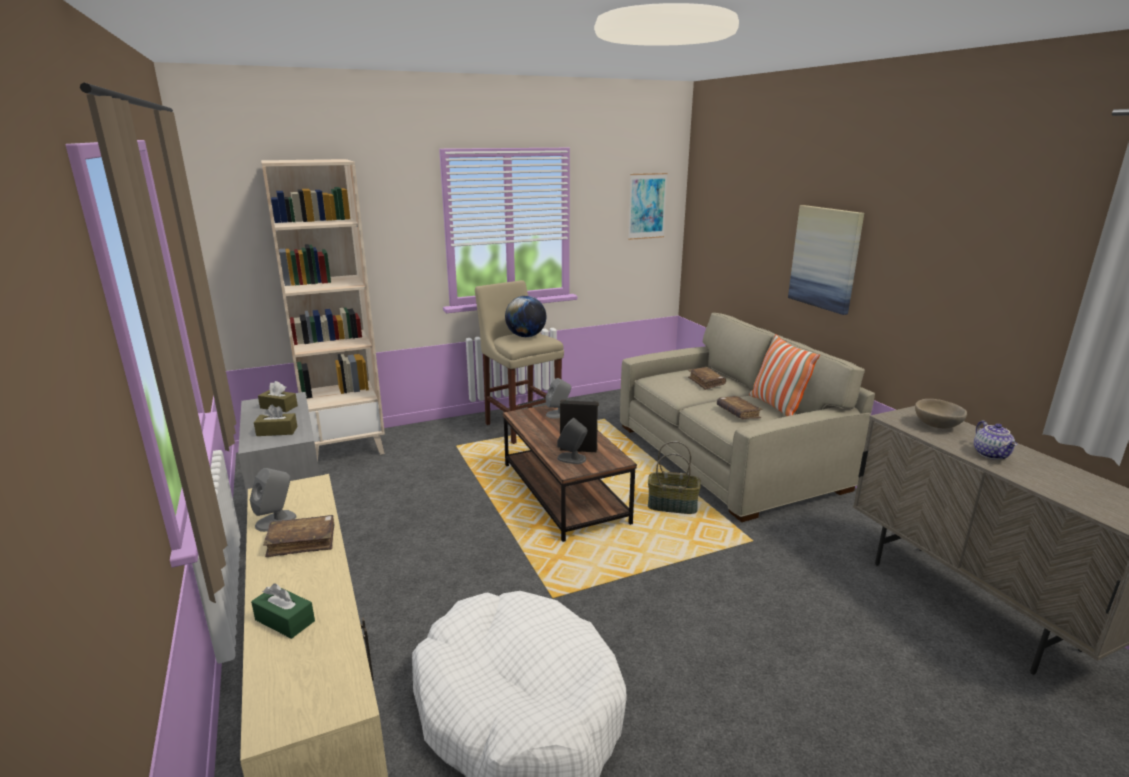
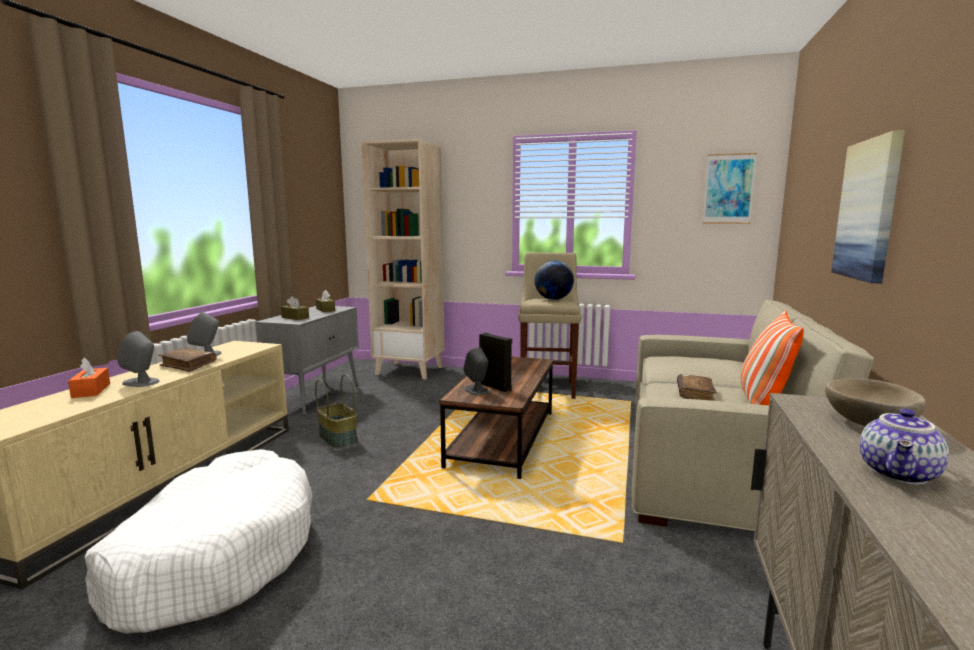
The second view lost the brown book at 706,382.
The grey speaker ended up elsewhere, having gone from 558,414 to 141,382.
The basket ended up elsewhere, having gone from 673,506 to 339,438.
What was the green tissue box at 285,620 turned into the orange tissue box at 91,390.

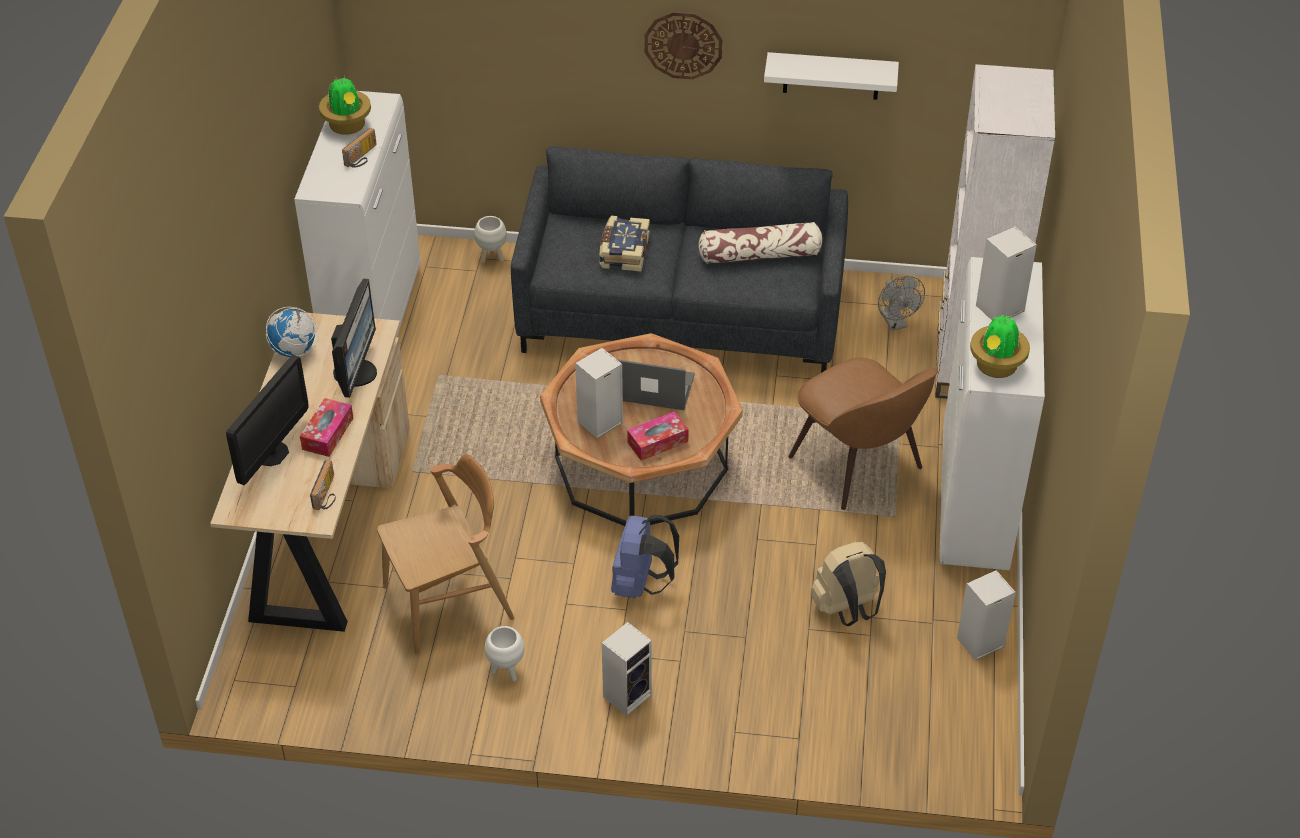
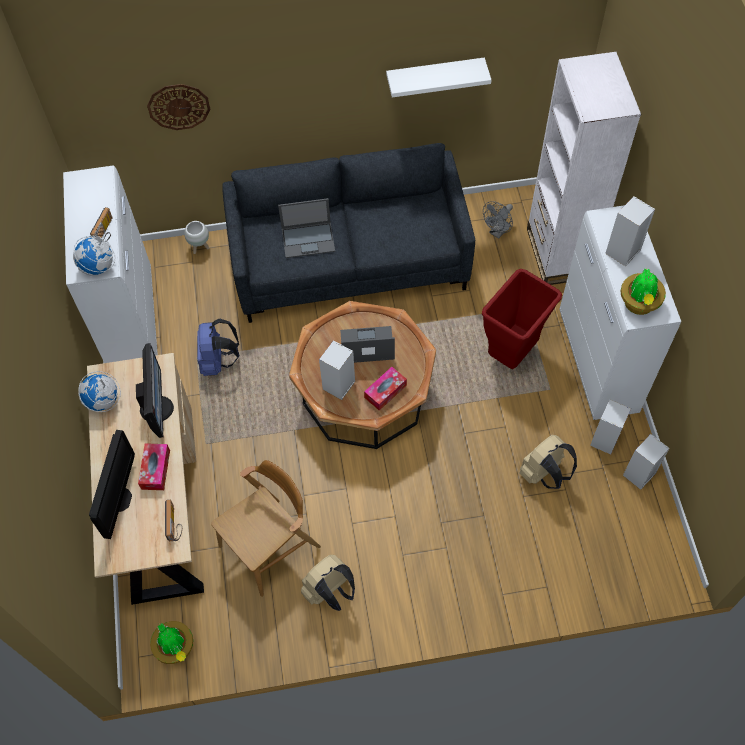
The second view lost the pillow at 760,255.
The second view gained the globe at 98,267.
The potted plant ended up elsewhere, having gone from 348,126 to 176,648.
The speaker ended up elsewhere, having gone from 628,694 to 604,439.
The blue backpack ended up elsewhere, having gone from 641,584 to 218,361.
The wall clock ended up elsewhere, having gone from 683,45 to 178,106.
Where the white planter stood at 506,671, the beige backpack came to stand at 330,592.
Where the book stood at 623,252, the laptop came to stand at 309,239.
Where the brown chair stood at 858,466, the red trash can came to stand at 512,355.
The grey fan at 896,323 ended up facing another way, 75 degrees clockwise from before.

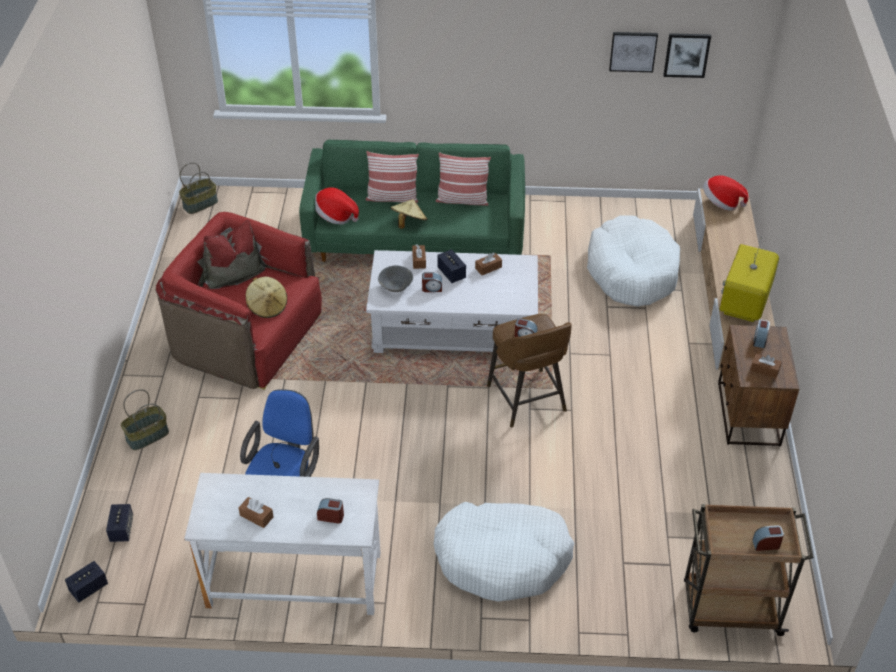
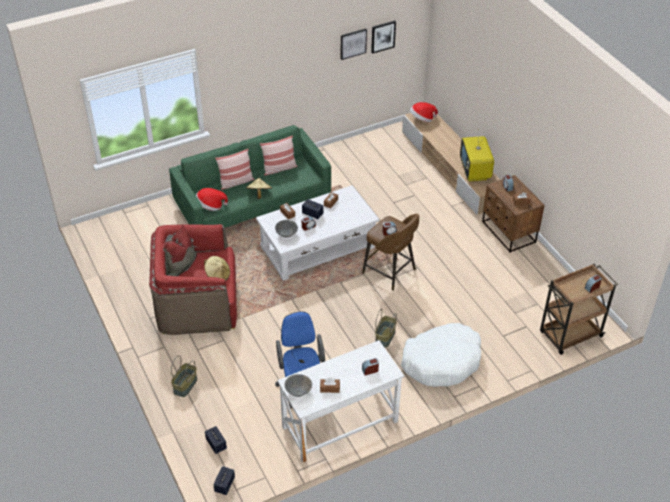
The second view lost the white dog bed at 632,271.
The second view gained the grey bowl at 298,391.
The basket ended up elsewhere, having gone from 200,204 to 384,336.

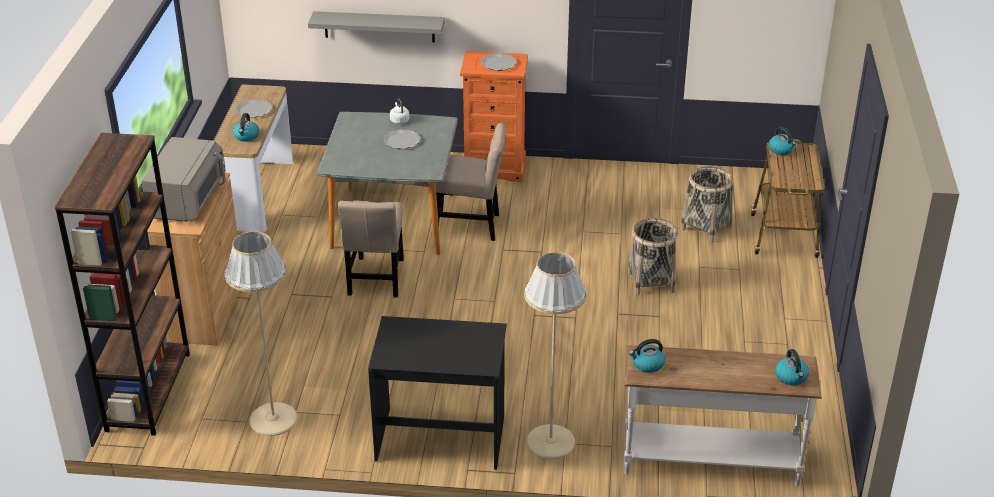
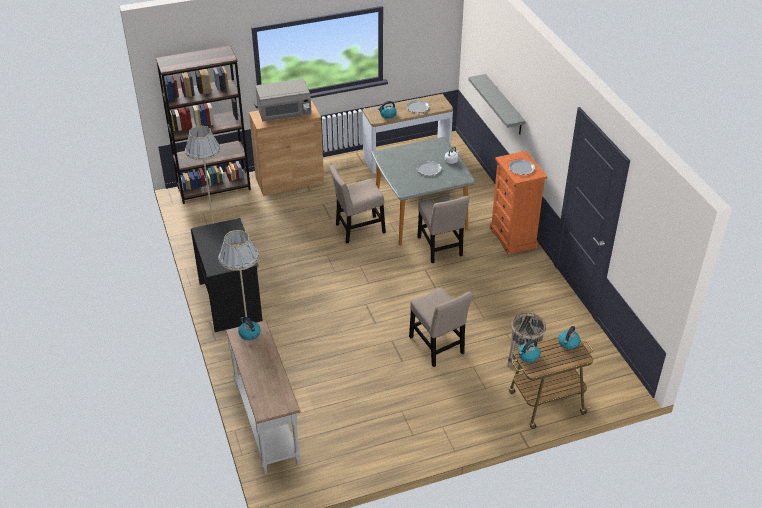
The kettle ended up elsewhere, having gone from 791,377 to 528,356.
Where the basket stood at 651,282, the beige chair came to stand at 437,347.

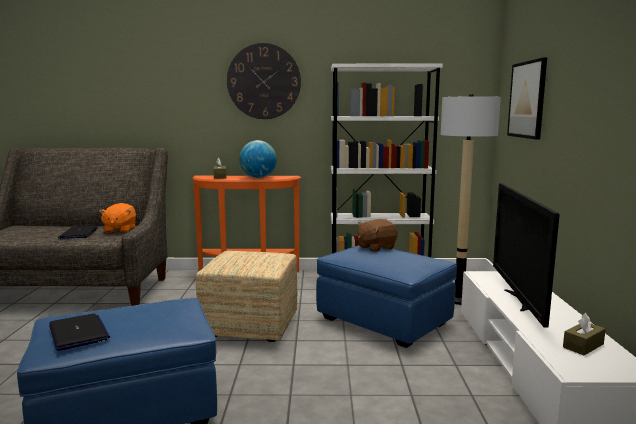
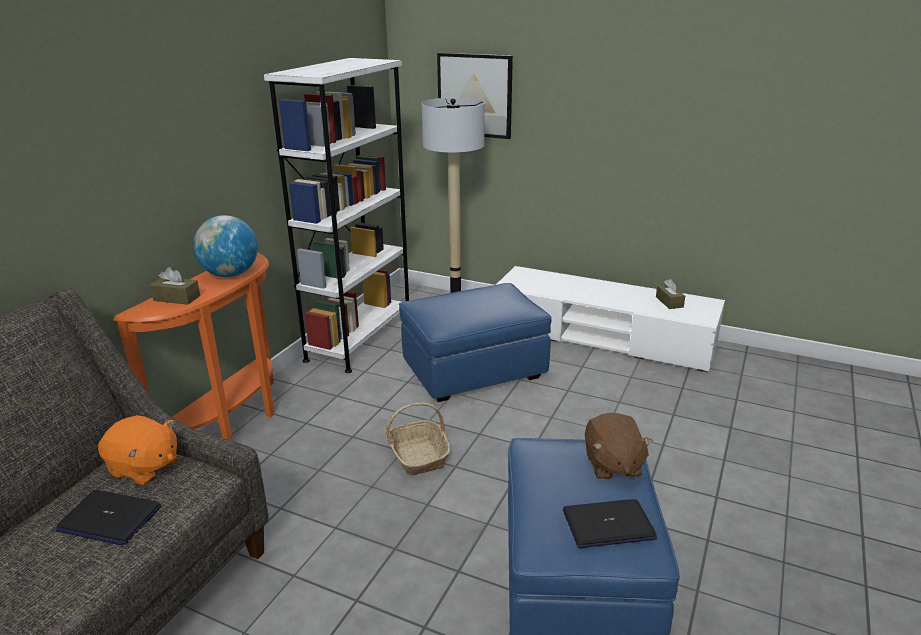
The second view lost the wall clock at 264,81.
The second view lost the television at 519,300.
The brown plush toy ended up elsewhere, having gone from 376,248 to 612,465.
Where the ottoman stood at 252,326, the basket came to stand at 418,455.

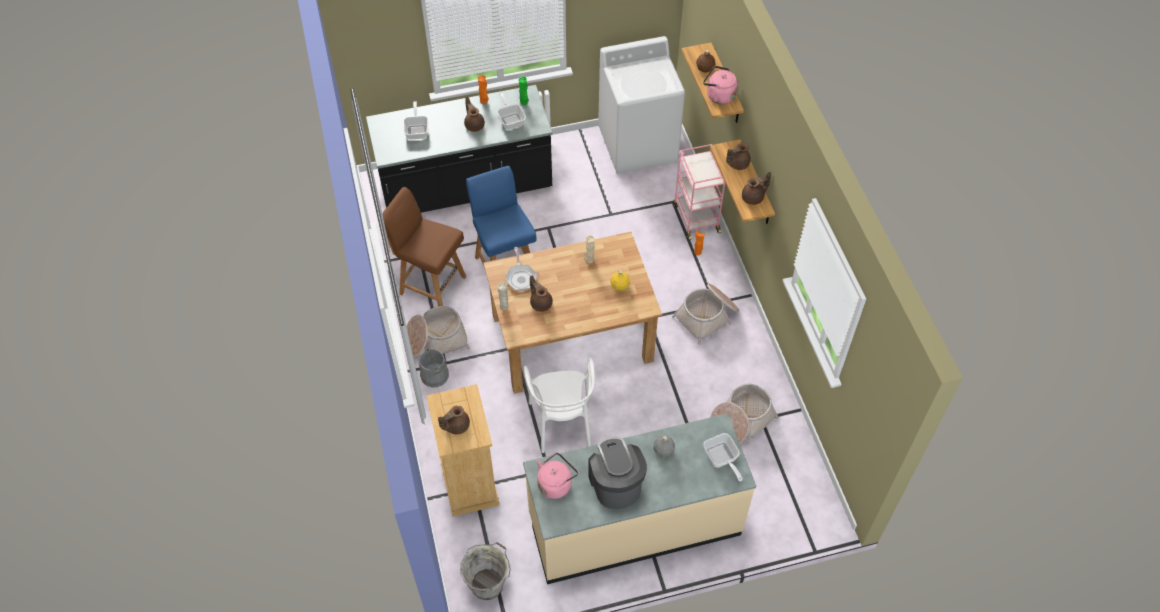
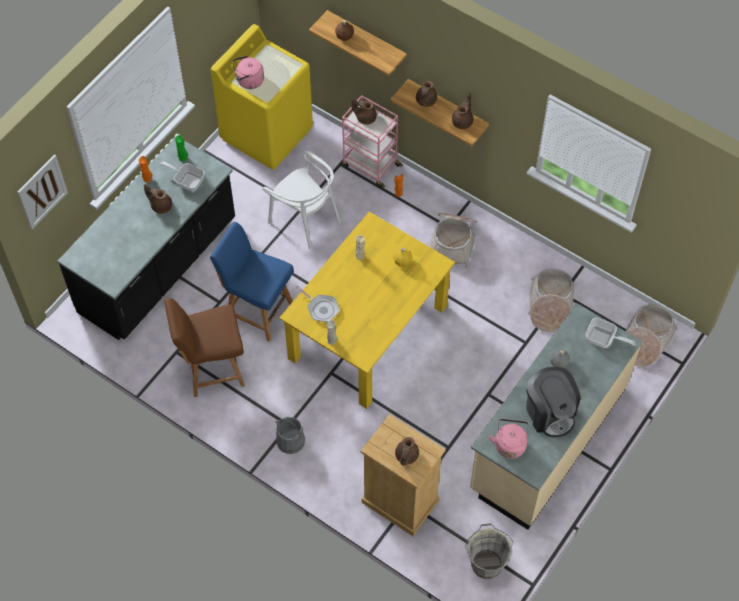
The second view lost the frying pan at 417,130.
The second view gained the picture at 42,191.
The basket ended up elsewhere, having gone from 435,340 to 645,340.
The white chair ended up elsewhere, having gone from 562,422 to 305,220.
The brown teapot ended up elsewhere, having gone from 540,303 to 365,117.
The pink kettle ended up elsewhere, having gone from 718,96 to 248,81.
What was the brown dining table at 572,337 turned into the yellow dining table at 368,331.
What was the white washing machine at 638,145 turned into the yellow washing machine at 267,133.
The coffee machine at 615,484 ended up facing another way, 150 degrees counterclockwise from before.

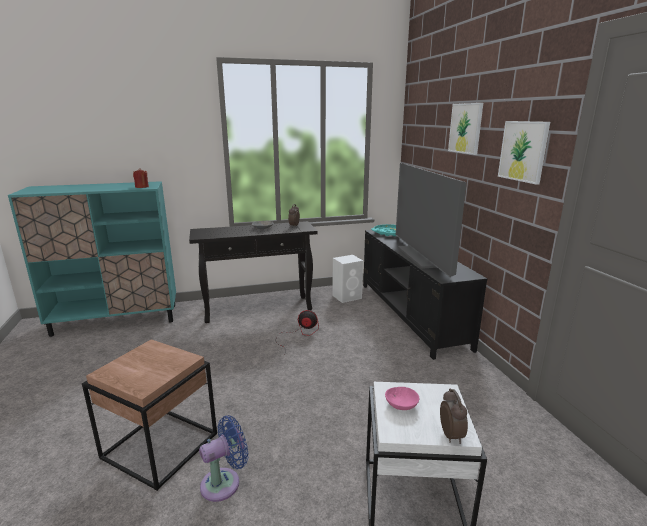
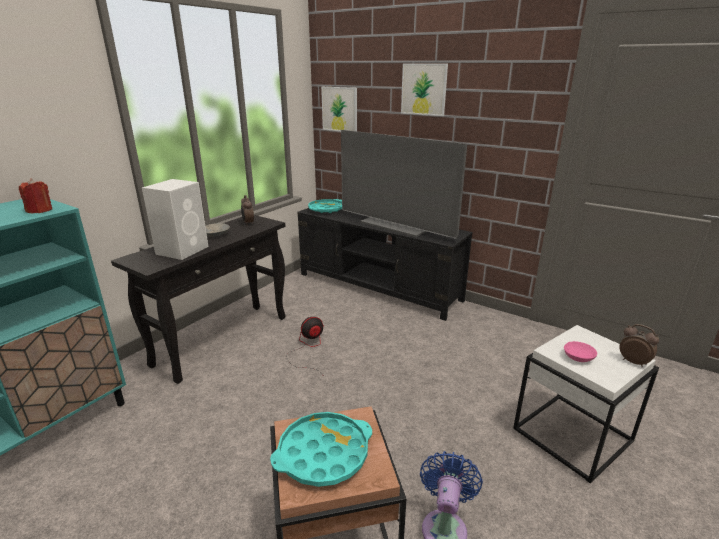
The second view gained the turquoise tray at 323,454.
The white speaker ended up elsewhere, having gone from 347,296 to 183,250.
The picture ended up elsewhere, having gone from 523,151 to 339,109.

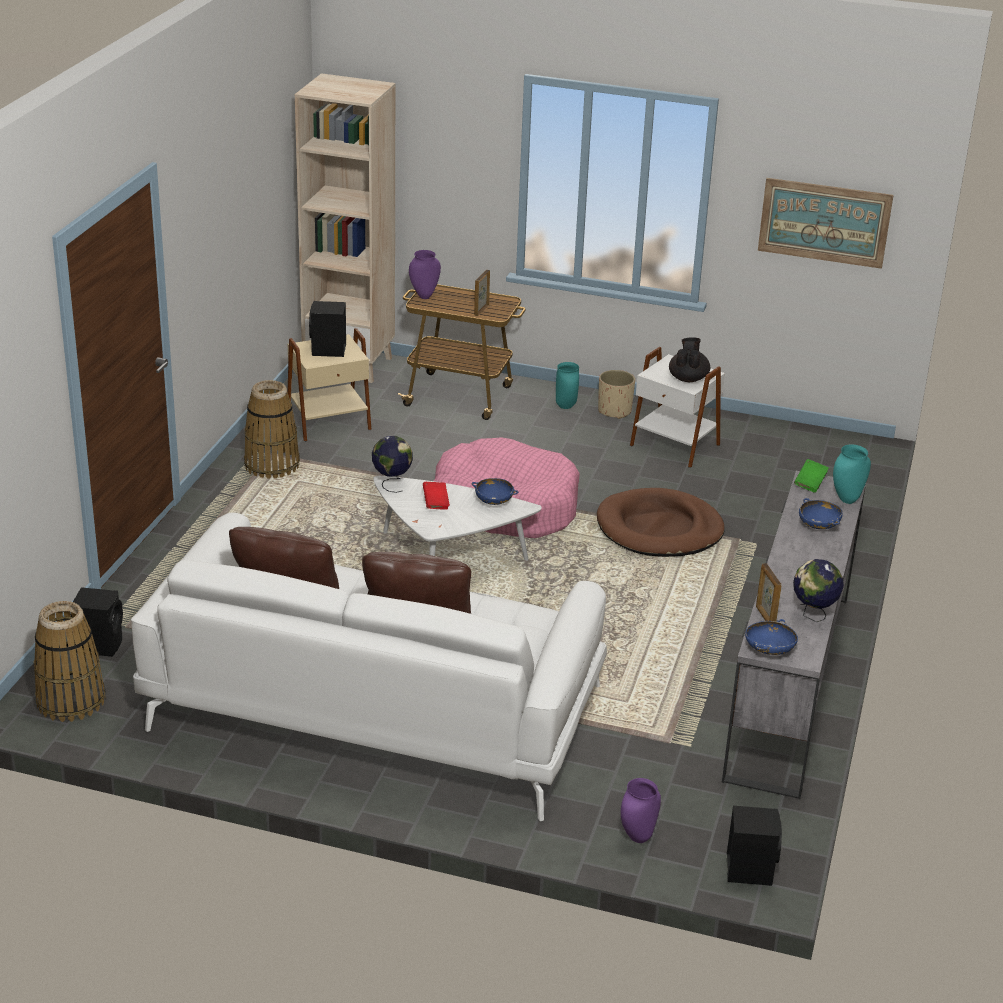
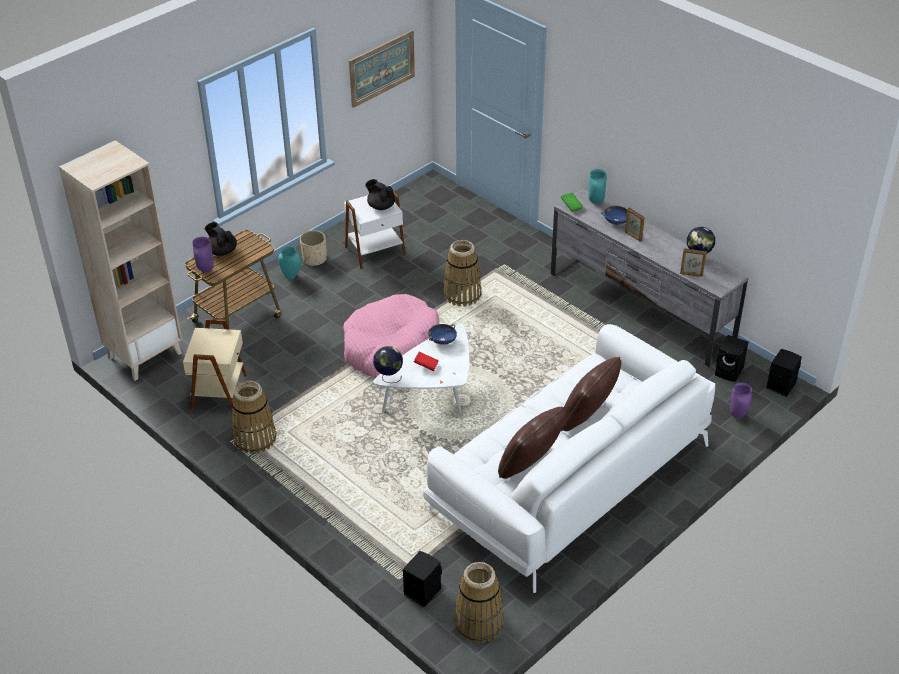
The second view lost the blue bowl at 769,650.
The second view gained the black teapot at 222,251.
The black speaker ended up elsewhere, having gone from 328,351 to 730,372.
The picture frame ended up elsewhere, having gone from 481,310 to 633,236.
Where the brown dog bed stood at 659,529, the basket came to stand at 462,294.

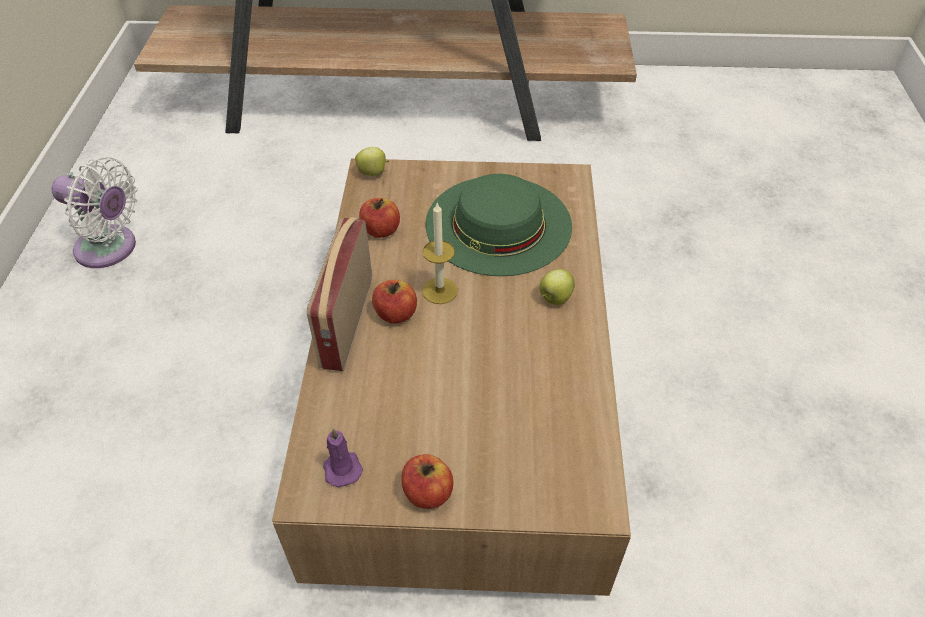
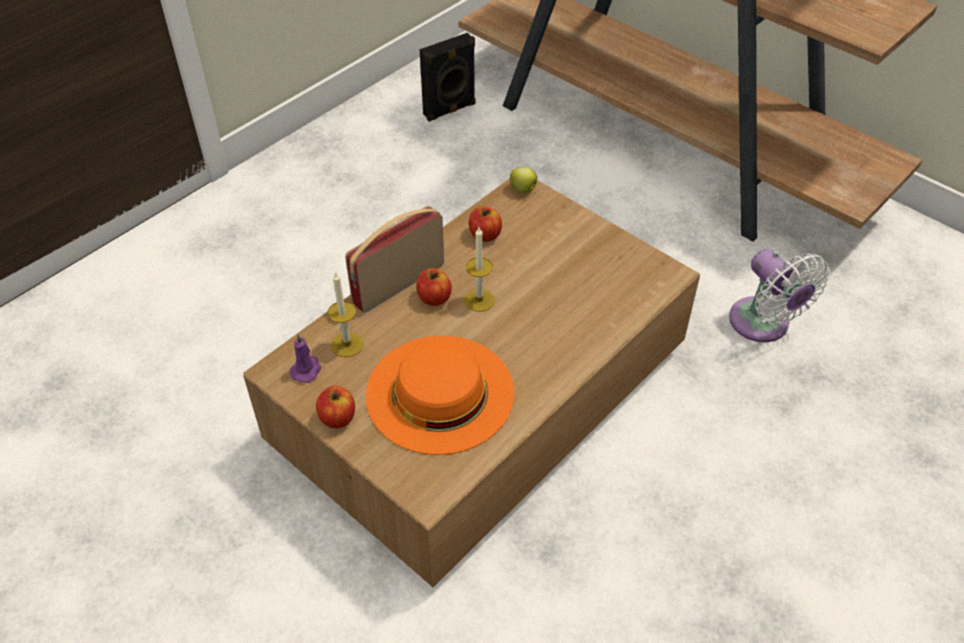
The second view lost the green hat at 498,224.
The second view lost the apple at 554,298.
The second view gained the candle at 347,344.
The second view gained the orange hat at 440,393.
The second view gained the black speaker at 450,110.
The white fan ended up elsewhere, having gone from 111,249 to 763,325.

